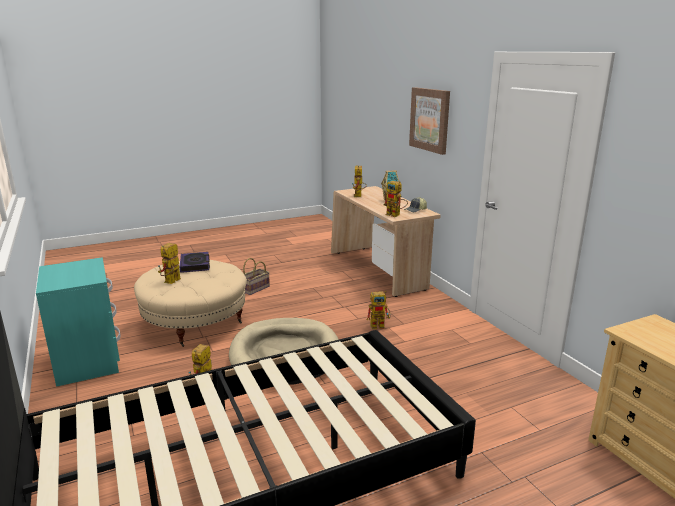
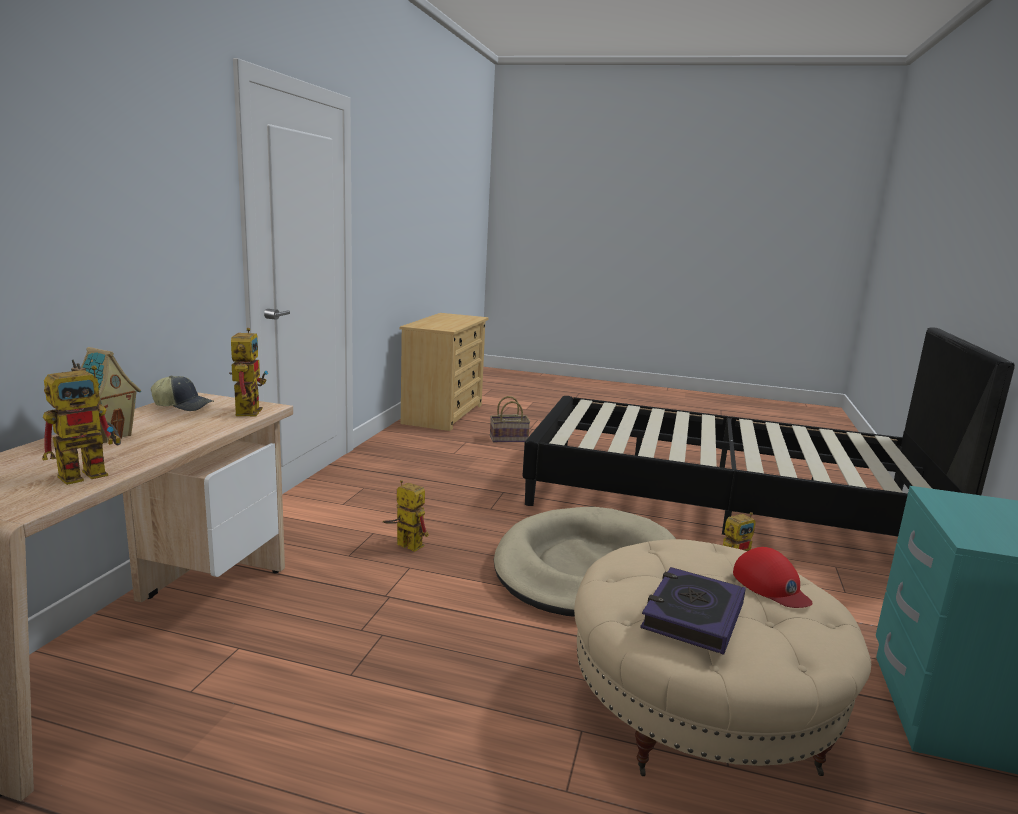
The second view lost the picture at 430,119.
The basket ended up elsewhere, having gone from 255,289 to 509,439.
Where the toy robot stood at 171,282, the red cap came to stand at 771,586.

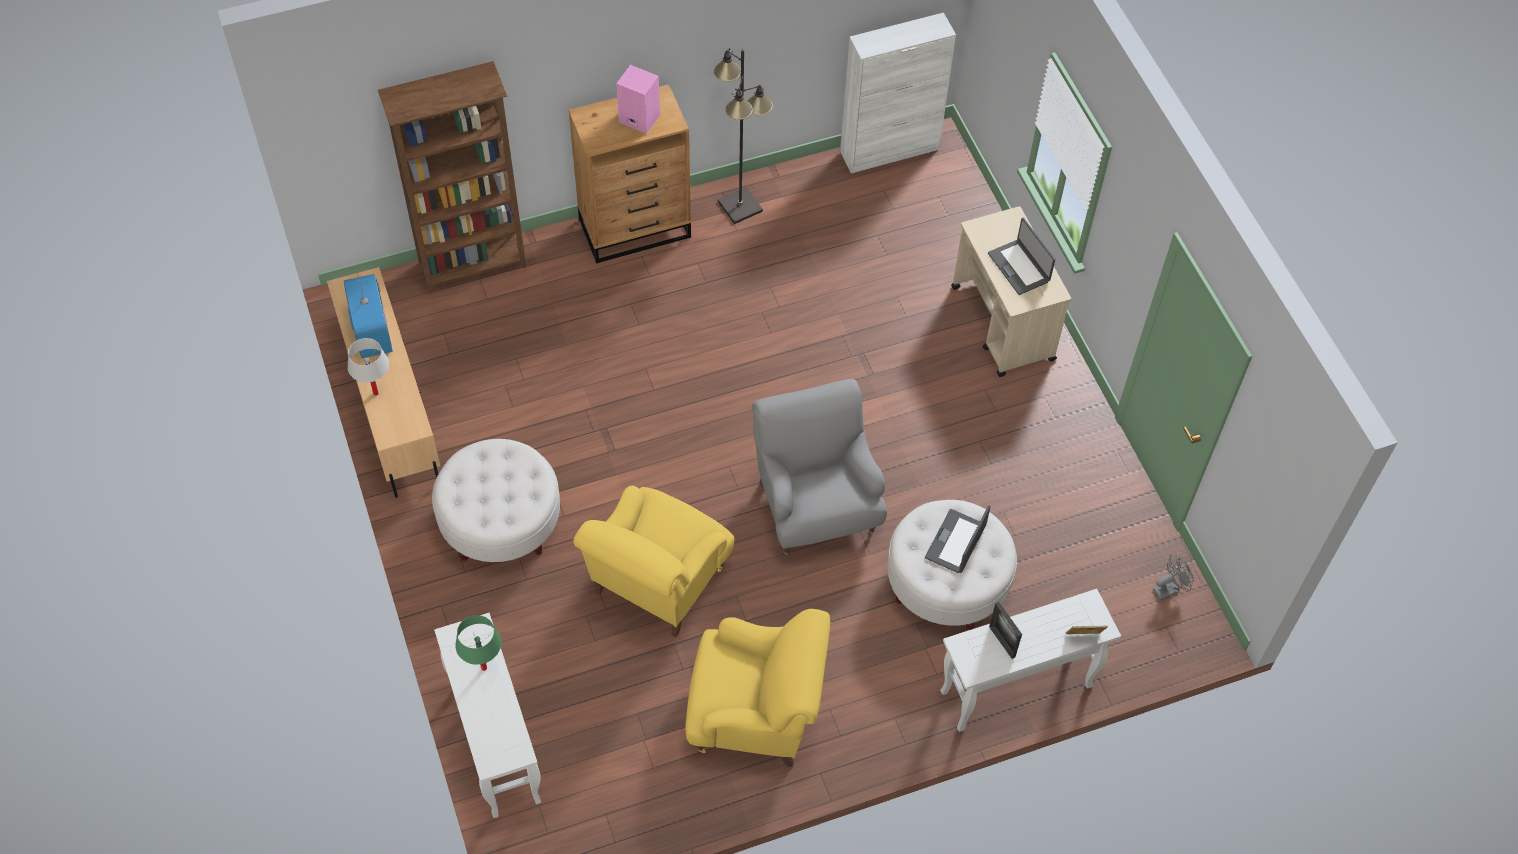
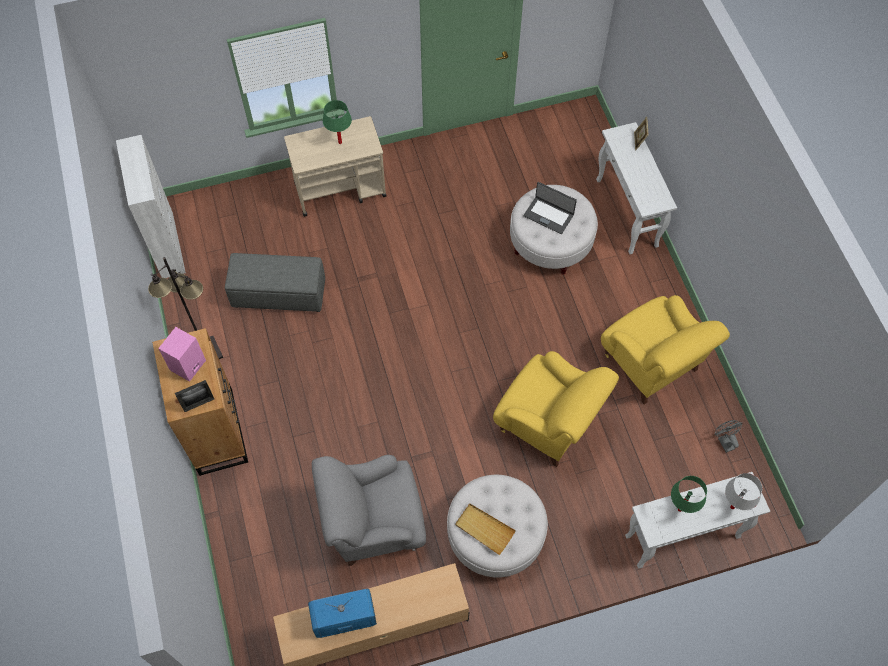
The second view lost the brown bookcase at 473,265.
The second view gained the grey ottoman at 279,294.
The second view gained the beige tray at 484,529.
The white table lamp ended up elsewhere, having gone from 375,393 to 732,507.
The grey armchair ended up elsewhere, having gone from 816,506 to 373,523.
The picture frame ended up elsewhere, having gone from 1002,642 to 199,404.
The grey fan ended up elsewhere, having gone from 1169,589 to 724,441.
Where the laptop stood at 1019,267, the green table lamp came to stand at 340,142.
The yellow armchair at 755,715 ended up facing another way, 135 degrees clockwise from before.

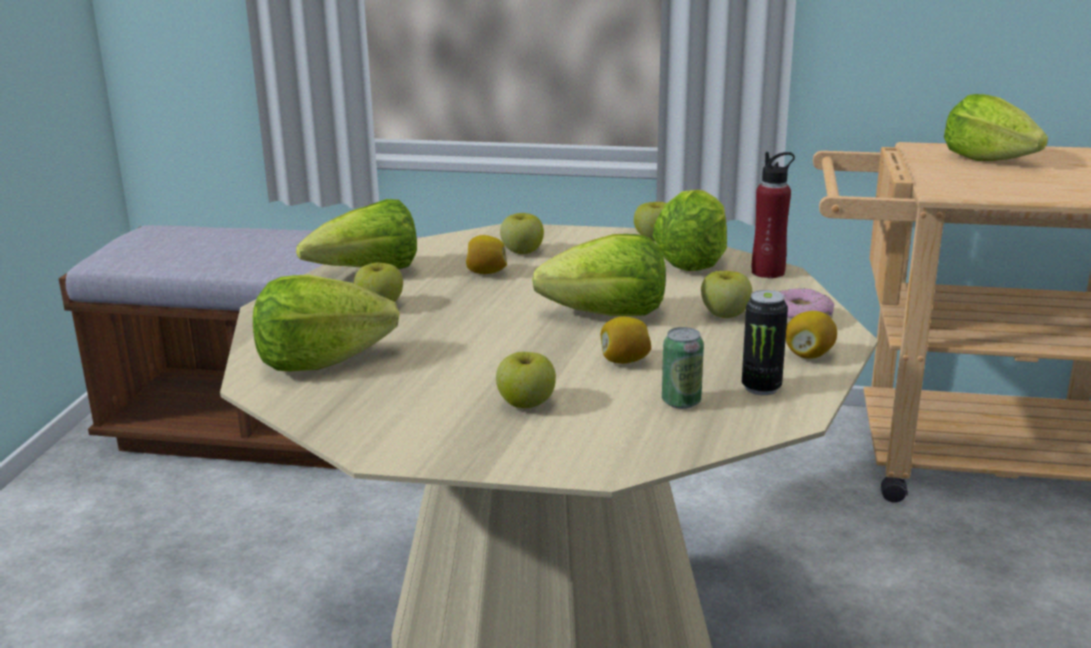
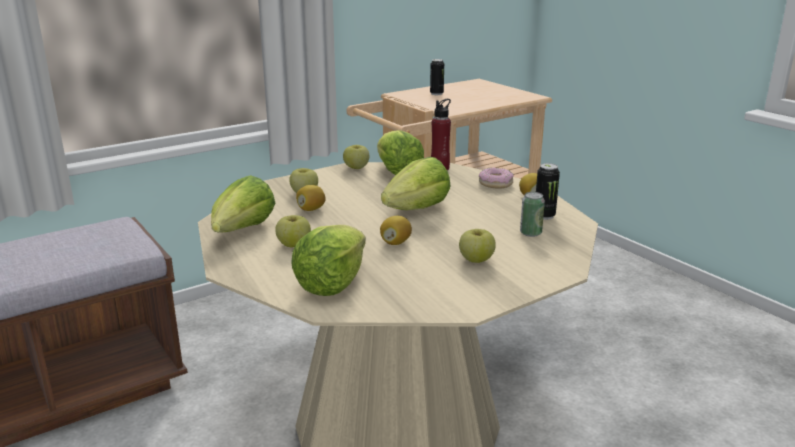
The second view lost the apple at 725,315.
The lemon ended up elsewhere, having gone from 624,361 to 395,243.
Where the lettuce stood at 987,159, the can came to stand at 436,94.

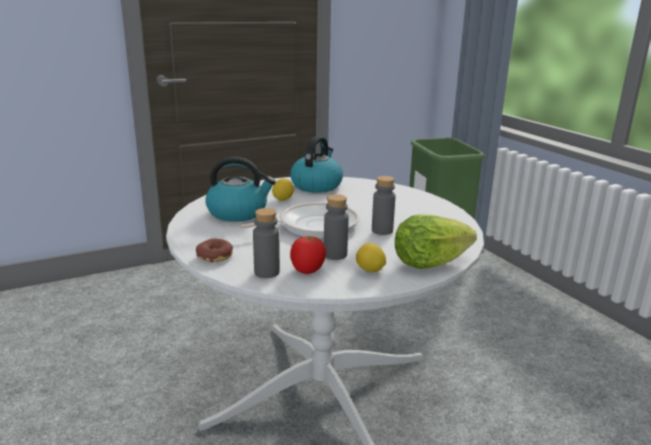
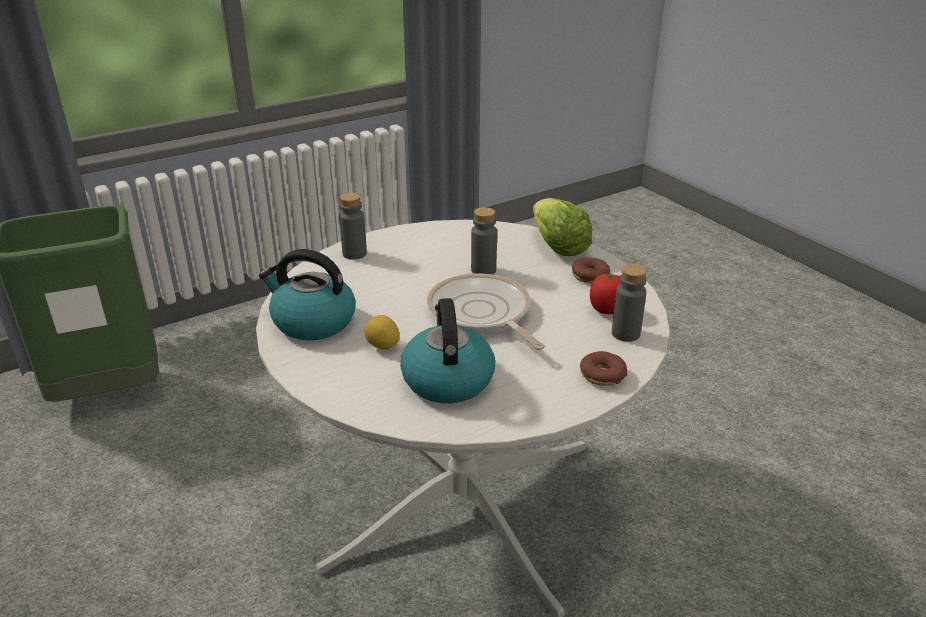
The grey bottle ended up elsewhere, having gone from 335,255 to 354,254.
Where the lemon stood at 370,270, the donut came to stand at 590,276.

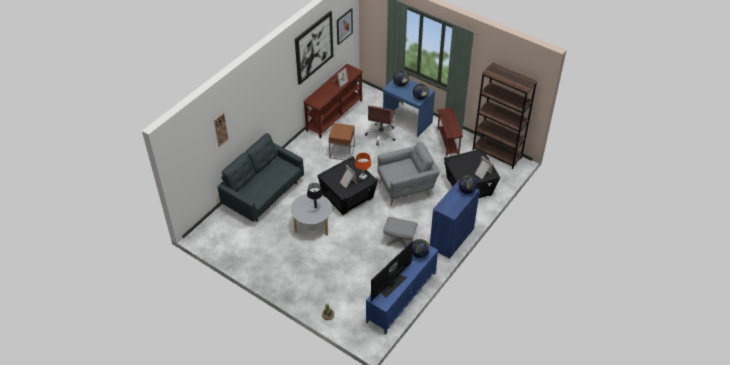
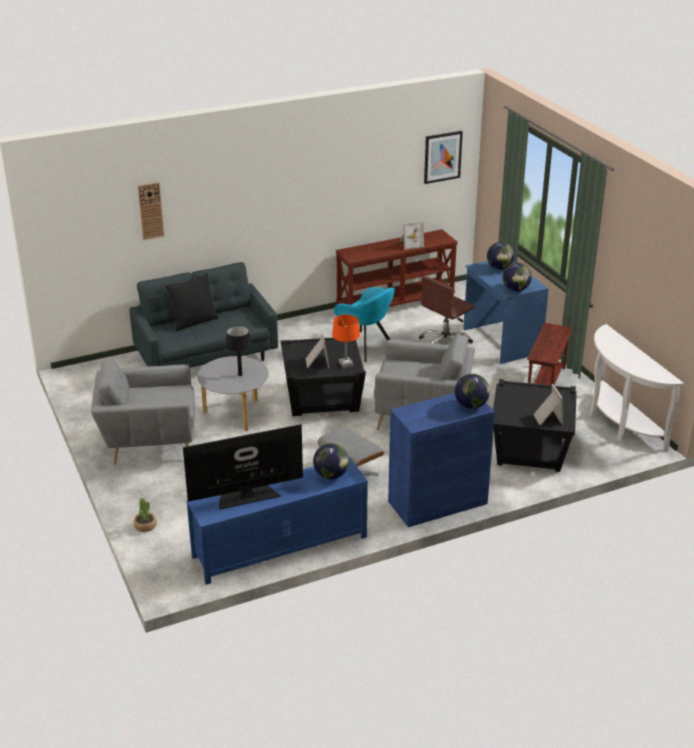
The second view lost the picture at 314,47.
The second view gained the grey armchair at 149,443.
The second view gained the black pillow at 193,321.
Where the brown side table stood at 342,152, the turquoise armchair came to stand at 365,346.
Where the brown bookcase stood at 497,153, the white console table came to stand at 619,423.

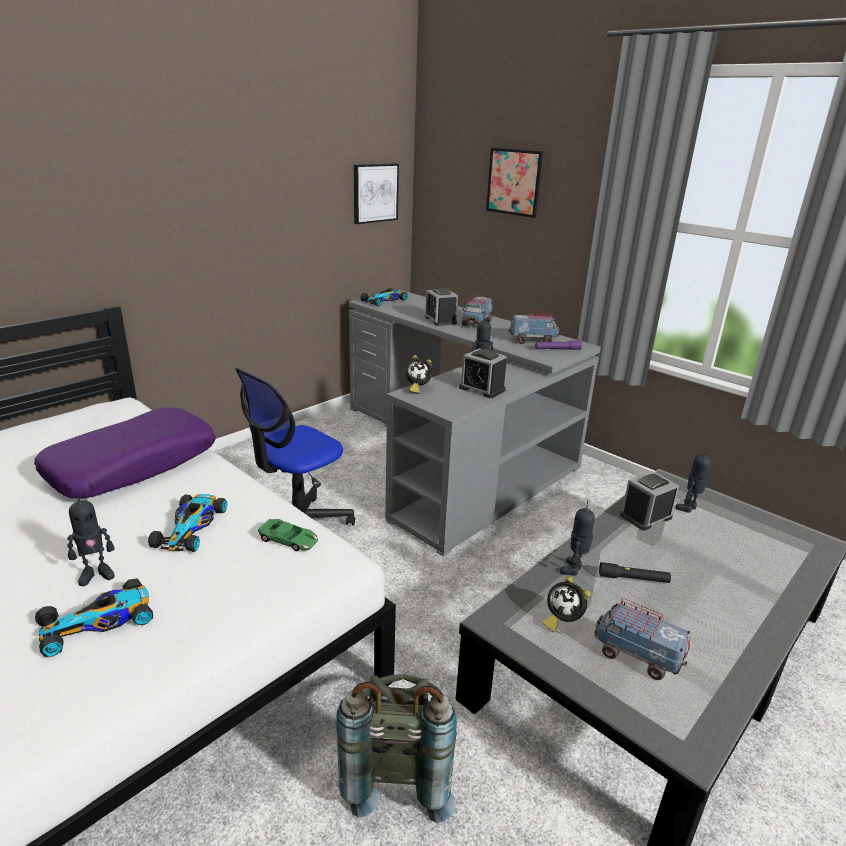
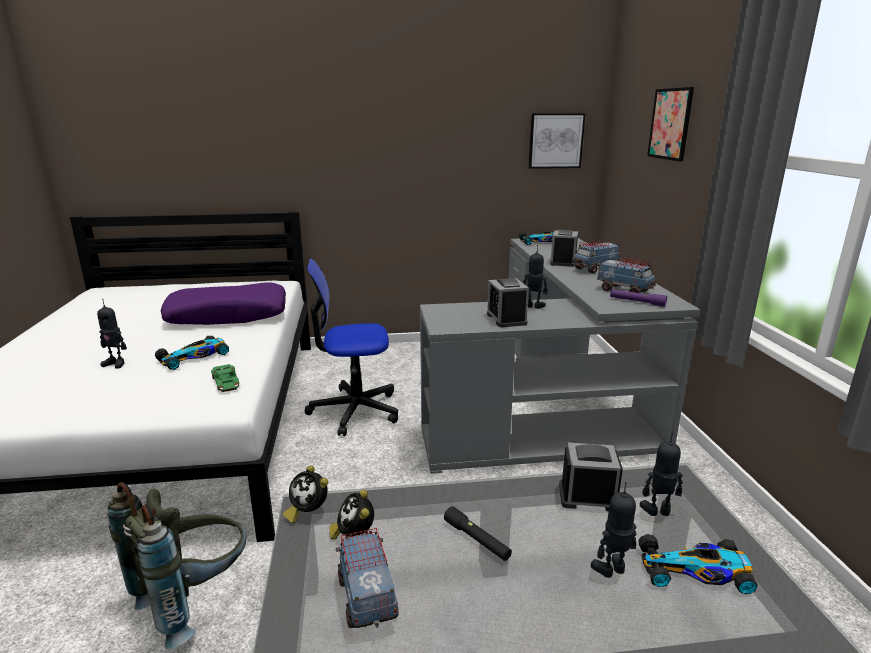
The toy car ended up elsewhere, having gone from 100,622 to 696,570.
The alarm clock ended up elsewhere, having gone from 417,388 to 308,512.
The toy robot ended up elsewhere, having gone from 574,569 to 612,570.

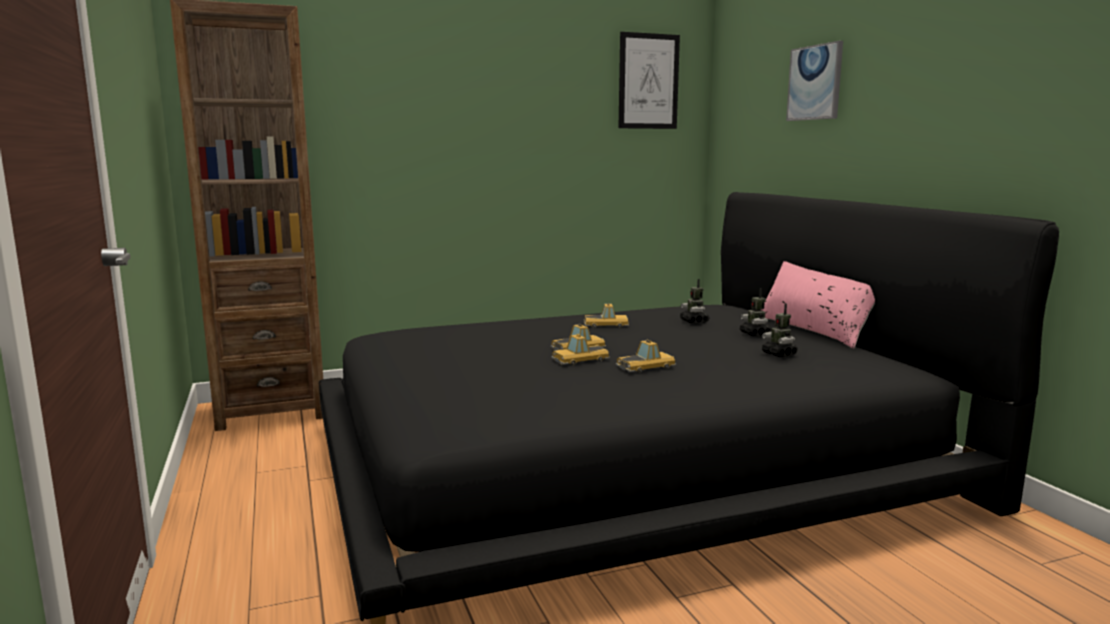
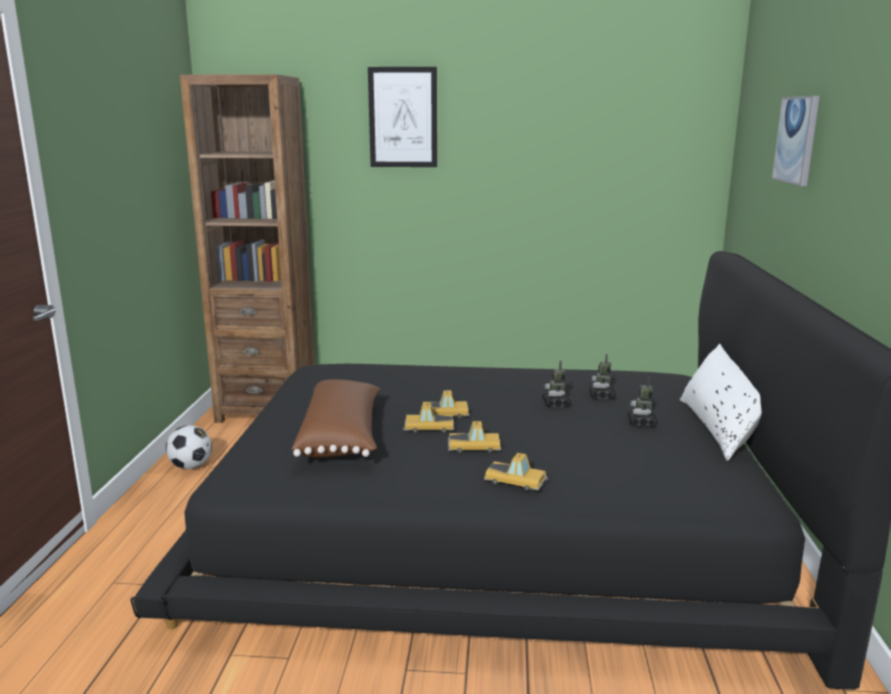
The second view gained the football at 191,467.
The second view gained the brown pillow at 342,437.
The toy car ended up elsewhere, having gone from 606,325 to 516,480.
The picture ended up elsewhere, having gone from 648,81 to 403,117.
The toy robot ended up elsewhere, having gone from 779,354 to 556,404.
What was the pink pillow at 813,330 turned into the white pillow at 720,428.

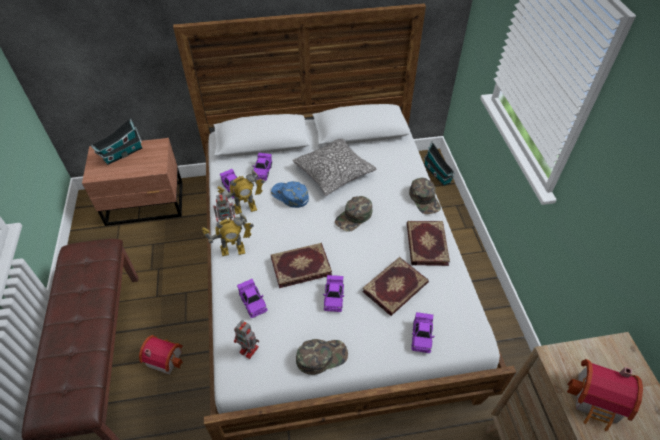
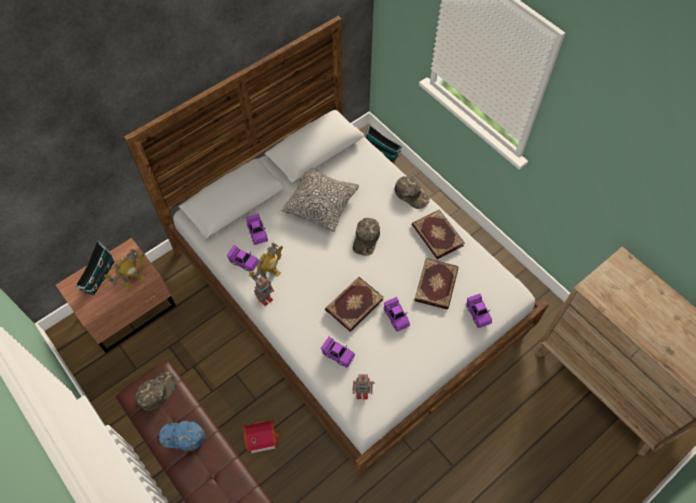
The second view lost the toy house at 598,402.
The toy robot ended up elsewhere, having gone from 233,250 to 134,281.
The blue cap ended up elsewhere, having gone from 289,196 to 182,437.
The green cap ended up elsewhere, having gone from 321,356 to 157,391.

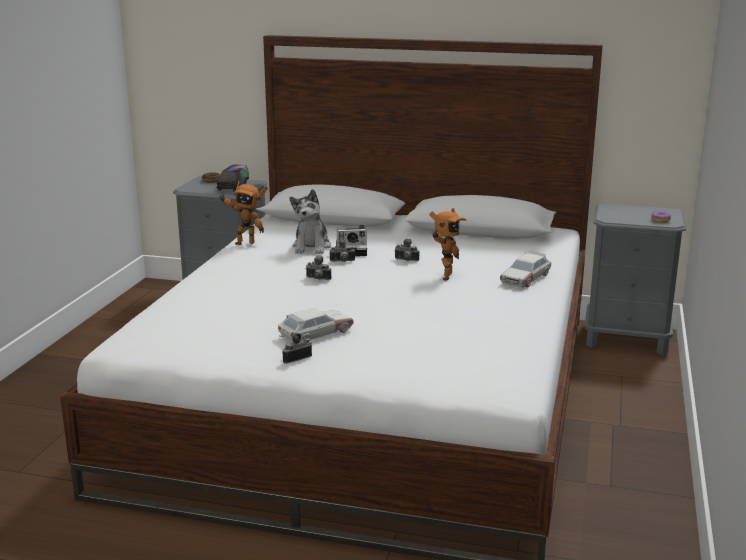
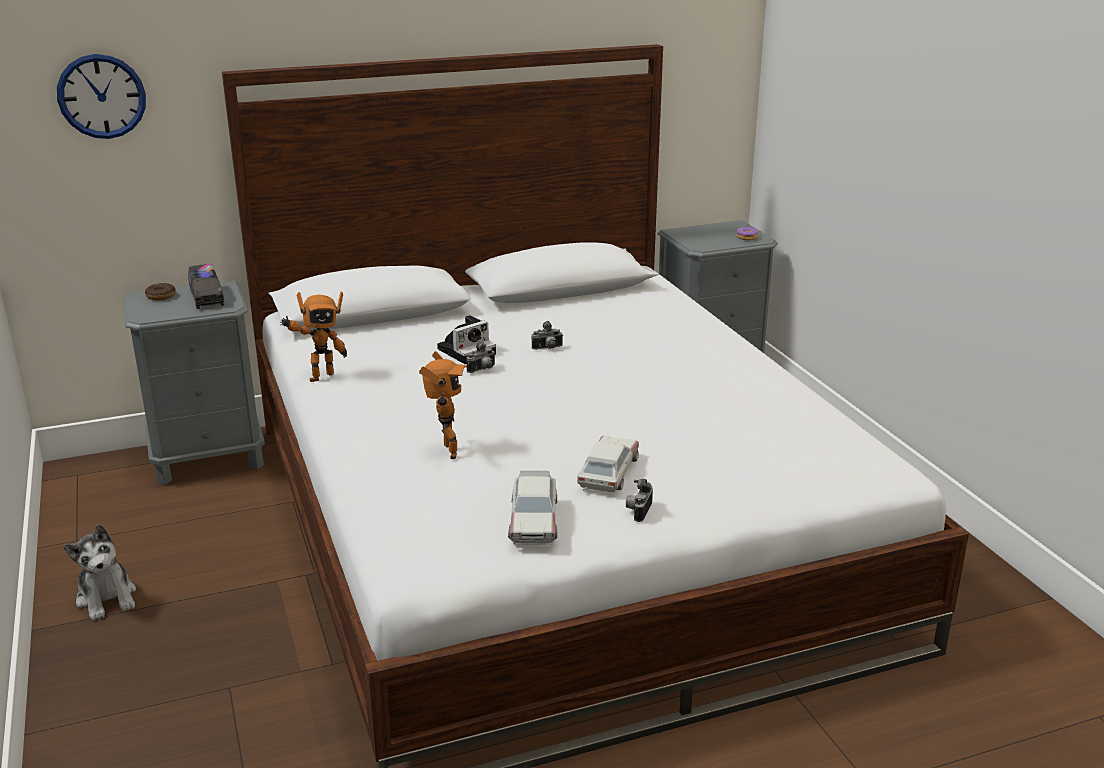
The second view lost the photo camera at 317,279.
The second view gained the wall clock at 101,96.
The plush toy ended up elsewhere, having gone from 312,247 to 107,598.
The toy robot ended up elsewhere, having gone from 444,276 to 445,452.
The toy car ended up elsewhere, having gone from 525,278 to 533,519.

